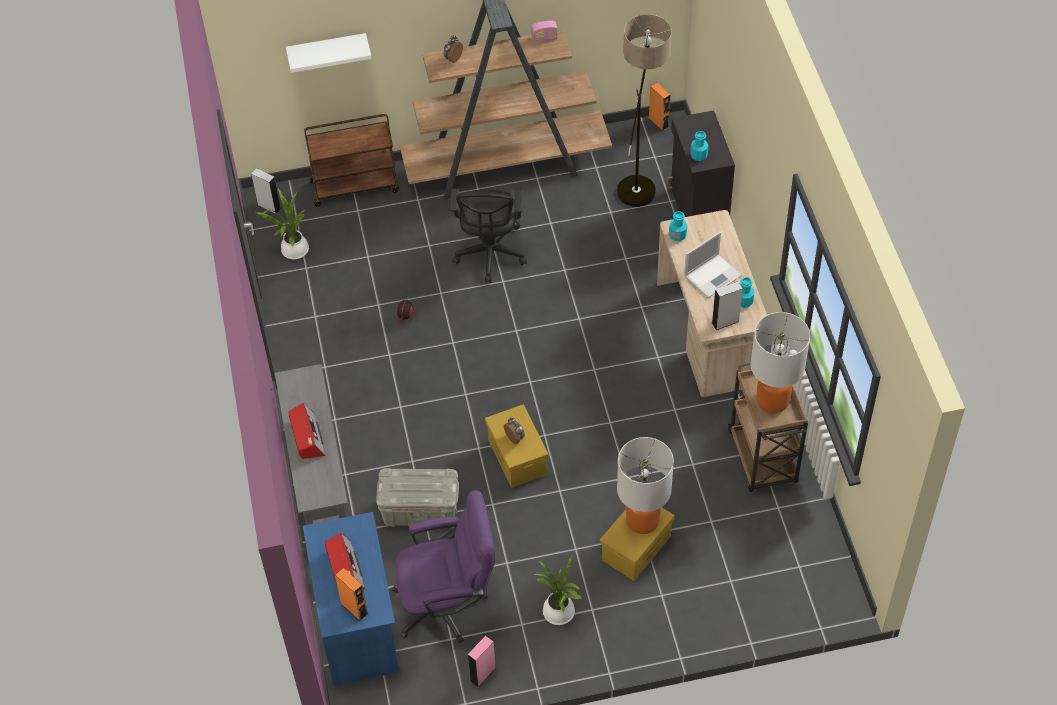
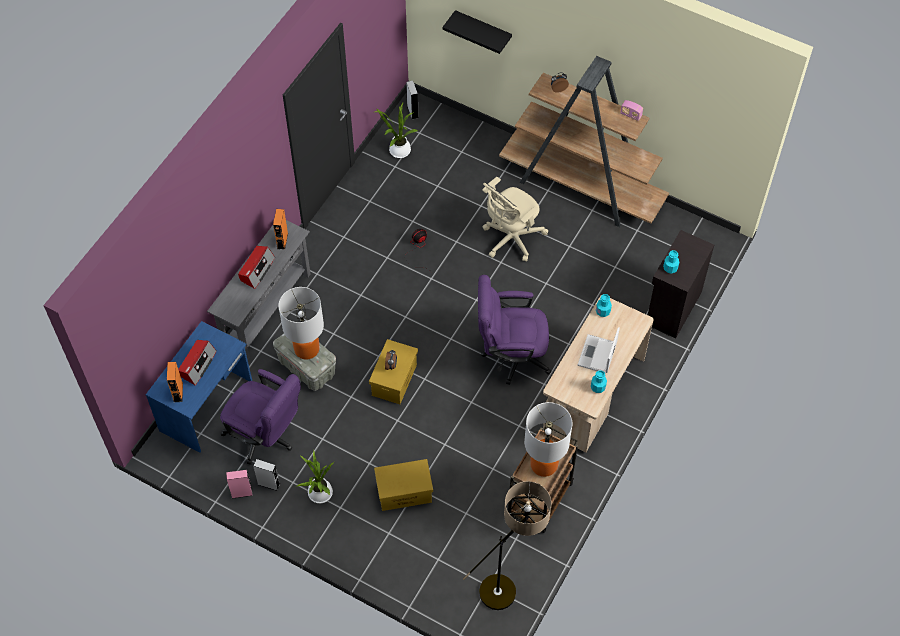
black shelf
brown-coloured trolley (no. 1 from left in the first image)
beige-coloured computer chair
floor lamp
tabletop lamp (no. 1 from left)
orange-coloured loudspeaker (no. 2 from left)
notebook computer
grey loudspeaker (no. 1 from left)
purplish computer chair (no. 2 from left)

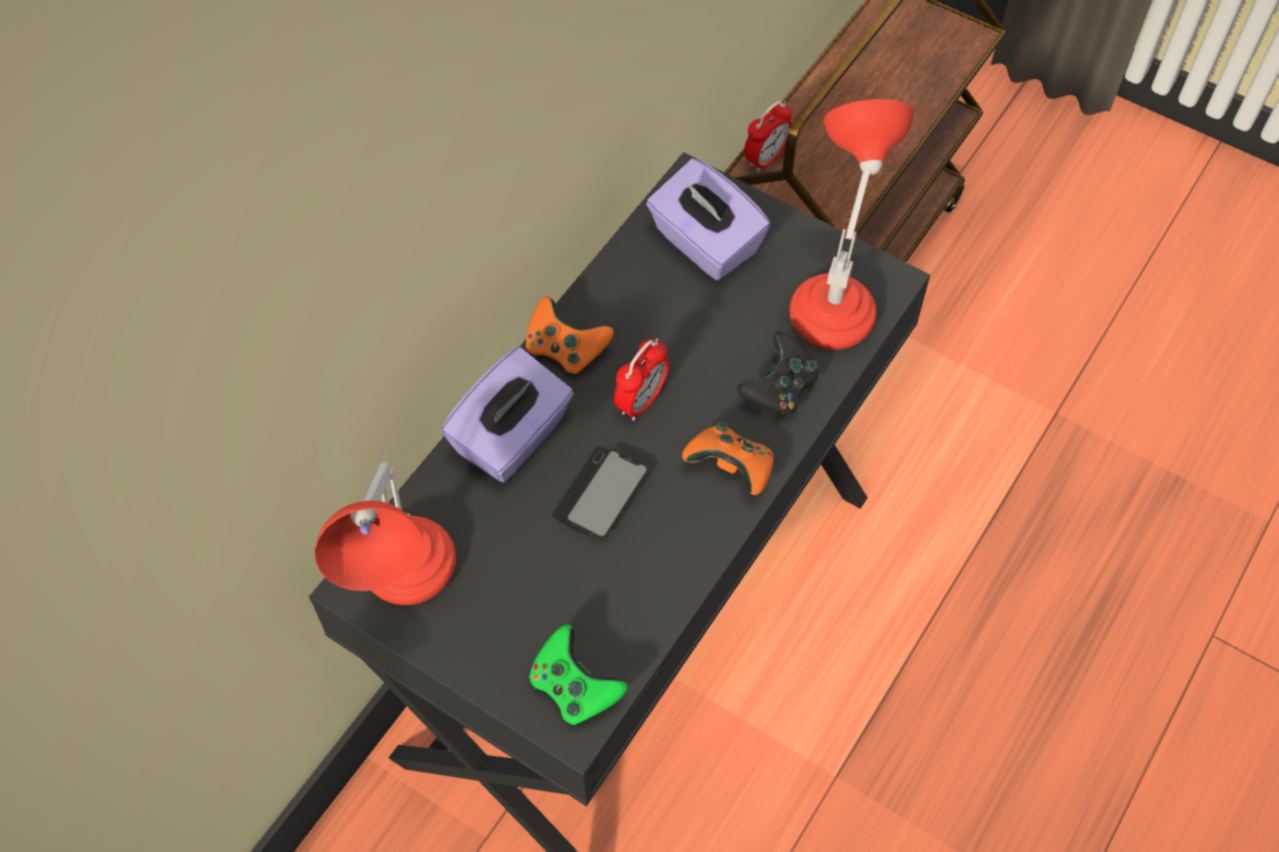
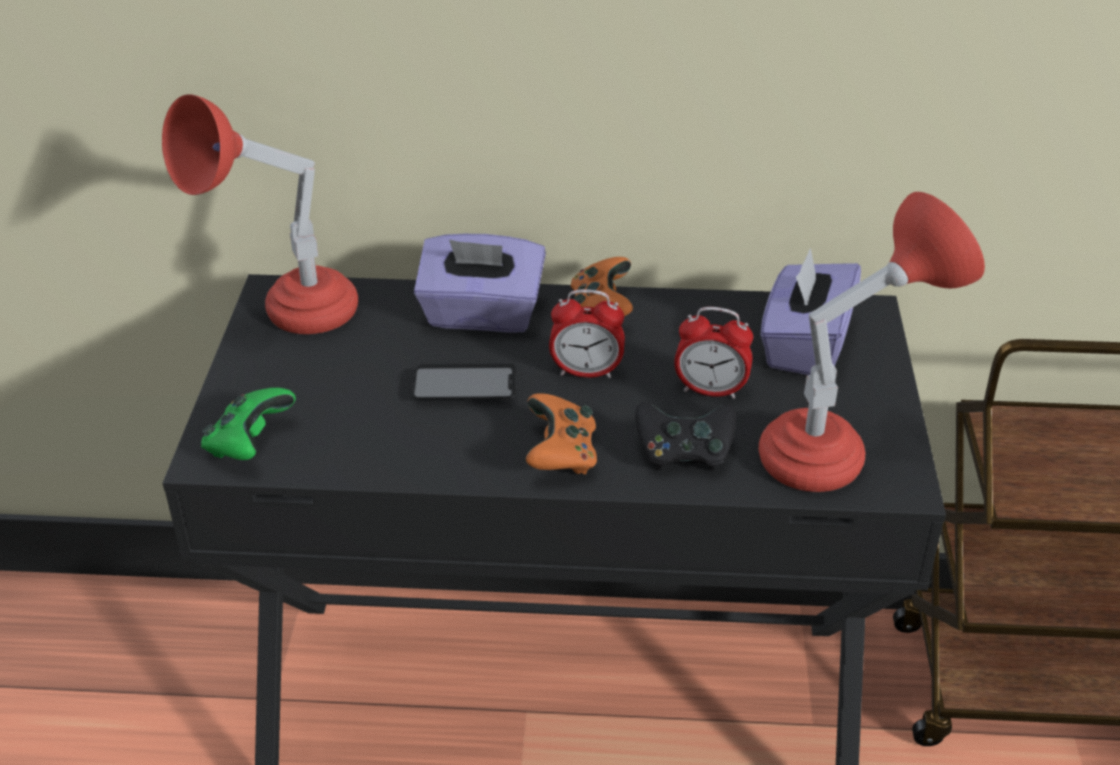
table clock (no. 2 from left)

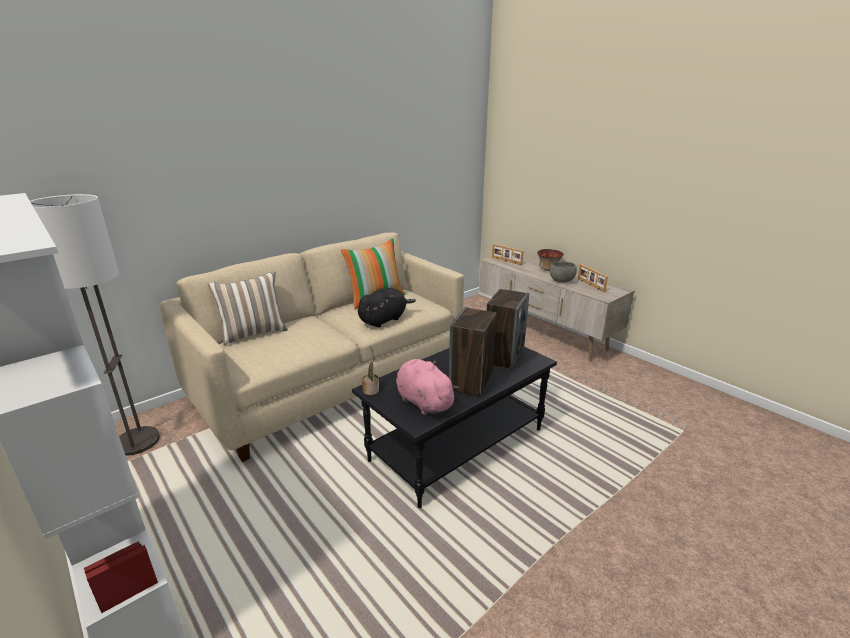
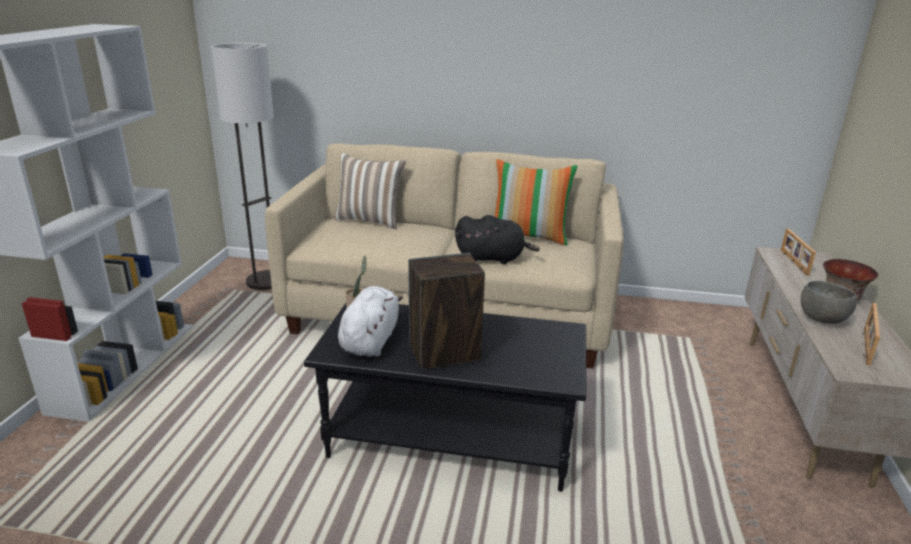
white plush toy
loudspeaker (no. 2 from left in the first image)

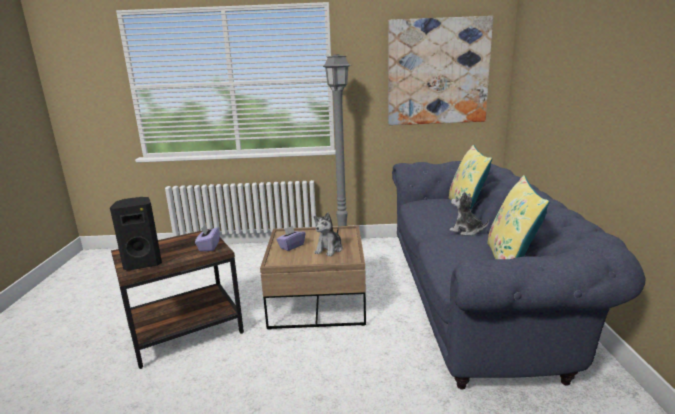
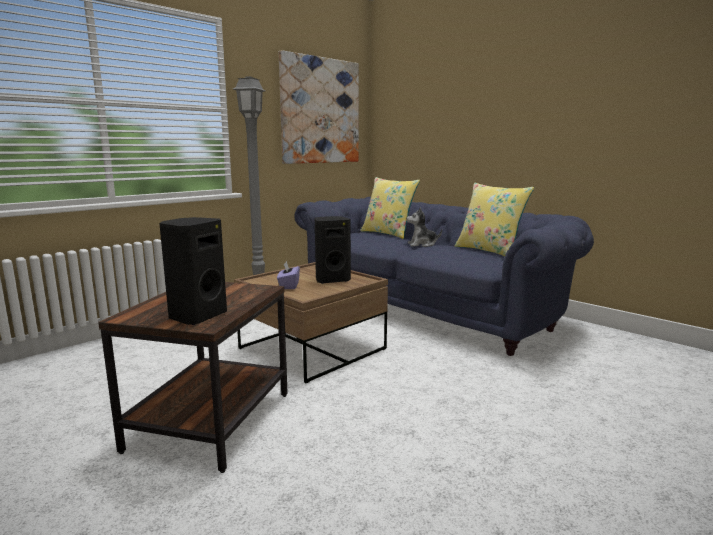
purplish tissue box (no. 1 from left in the first image)
black loudspeaker (no. 2 from left)

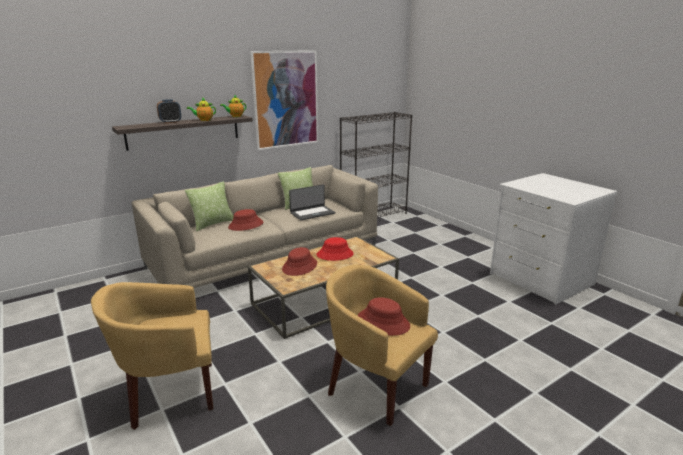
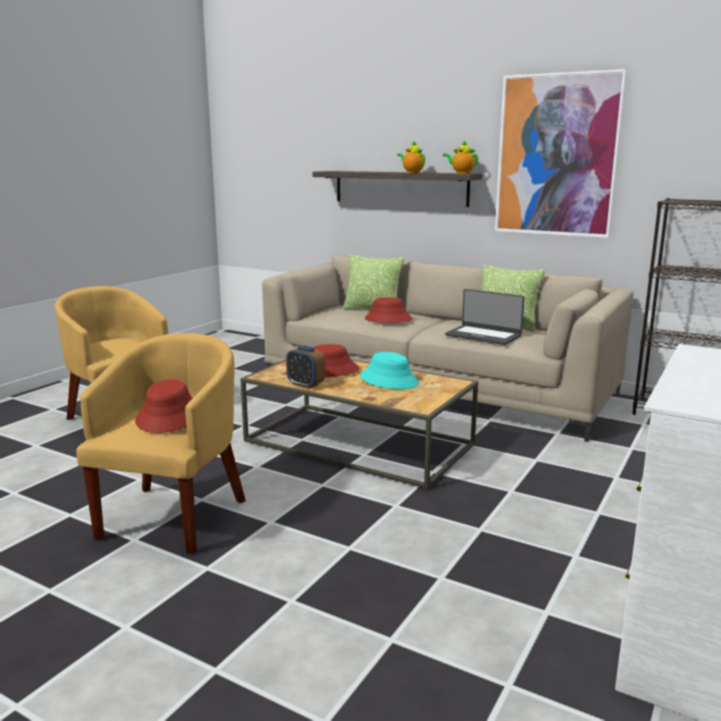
table clock
turquoise hat

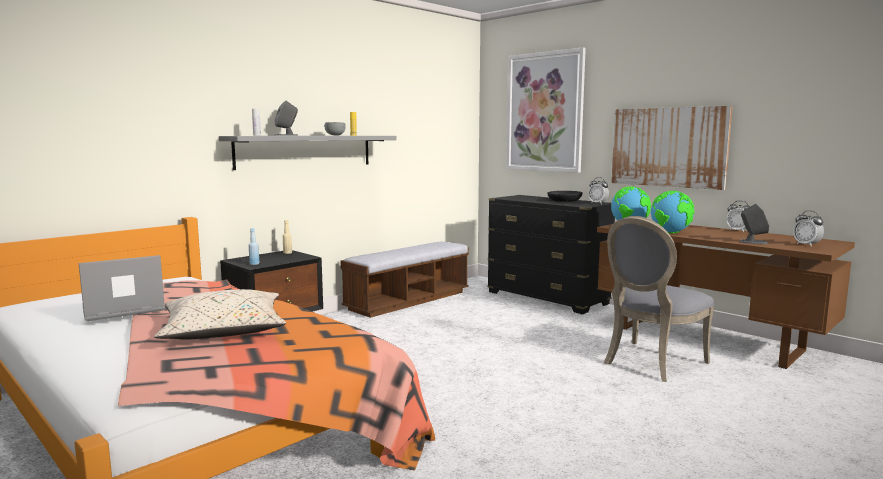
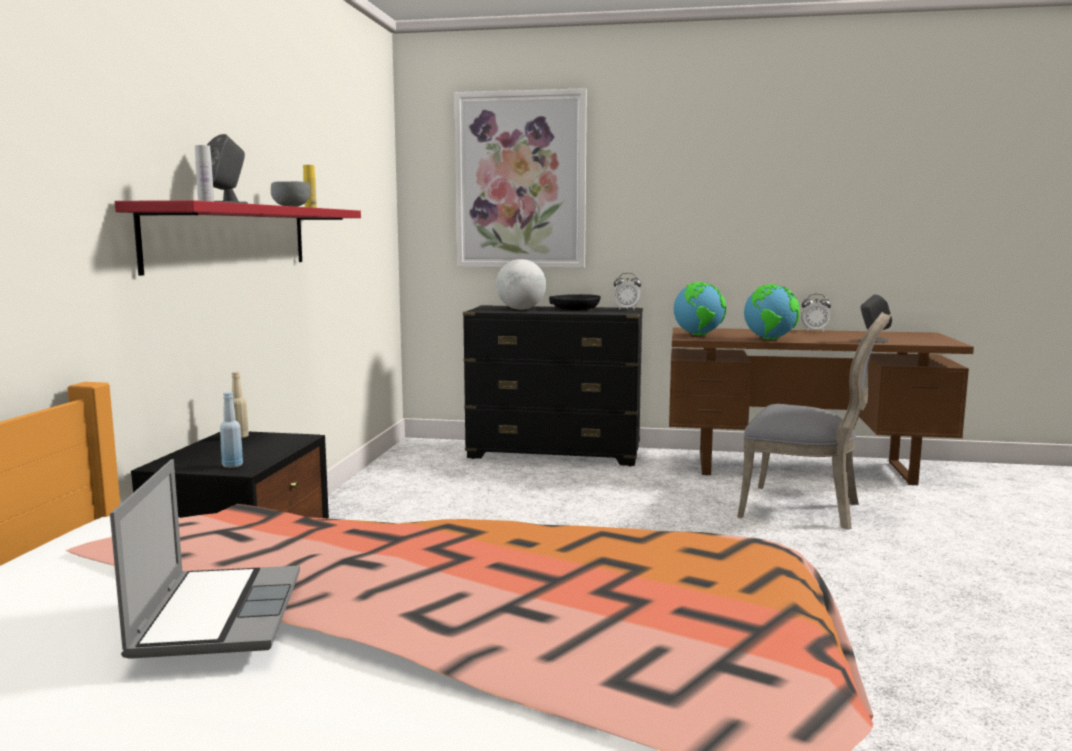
notebook computer
beige-coloured pillow
red shelf
long seat
grey upright chair
wall picture (no. 2 from left in the first image)
table clock (no. 3 from left in the first image)
desk globe (no. 1 from left)

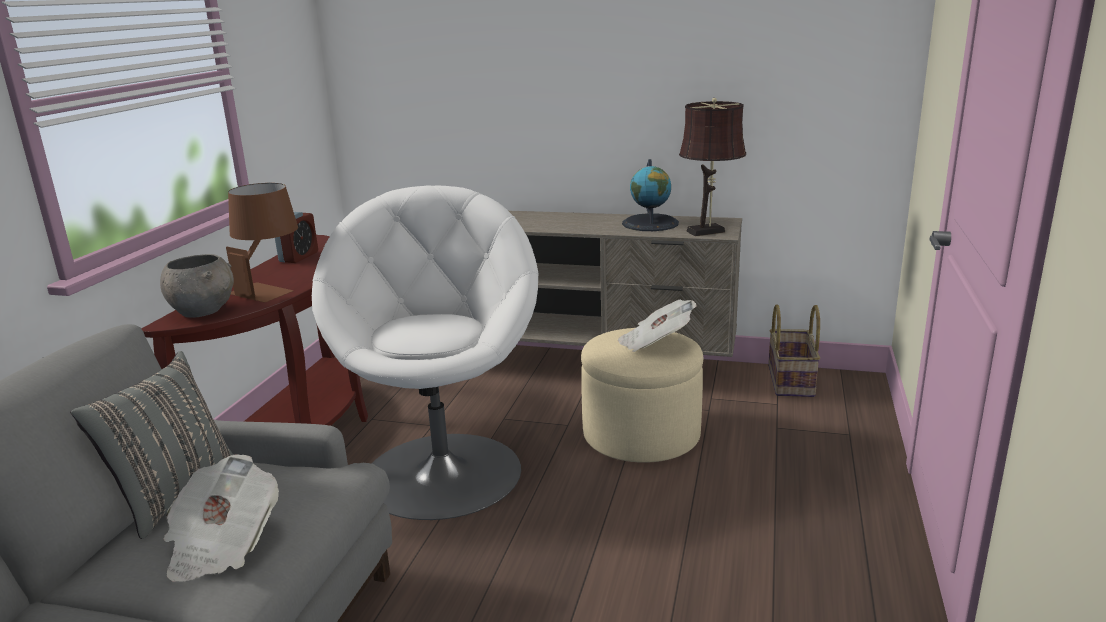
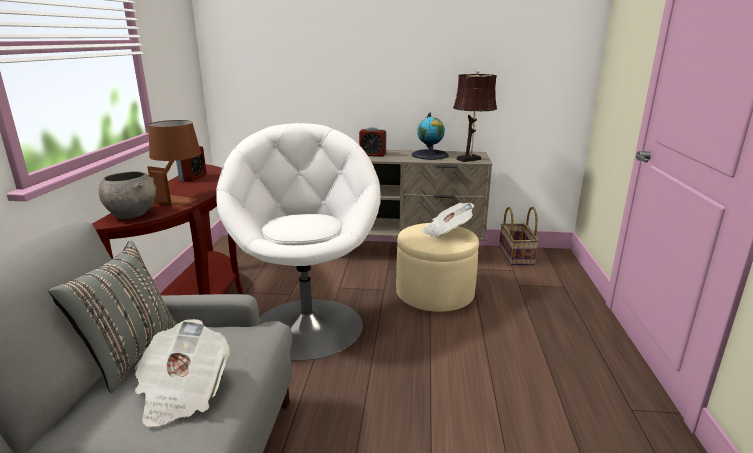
table clock (no. 2 from left)

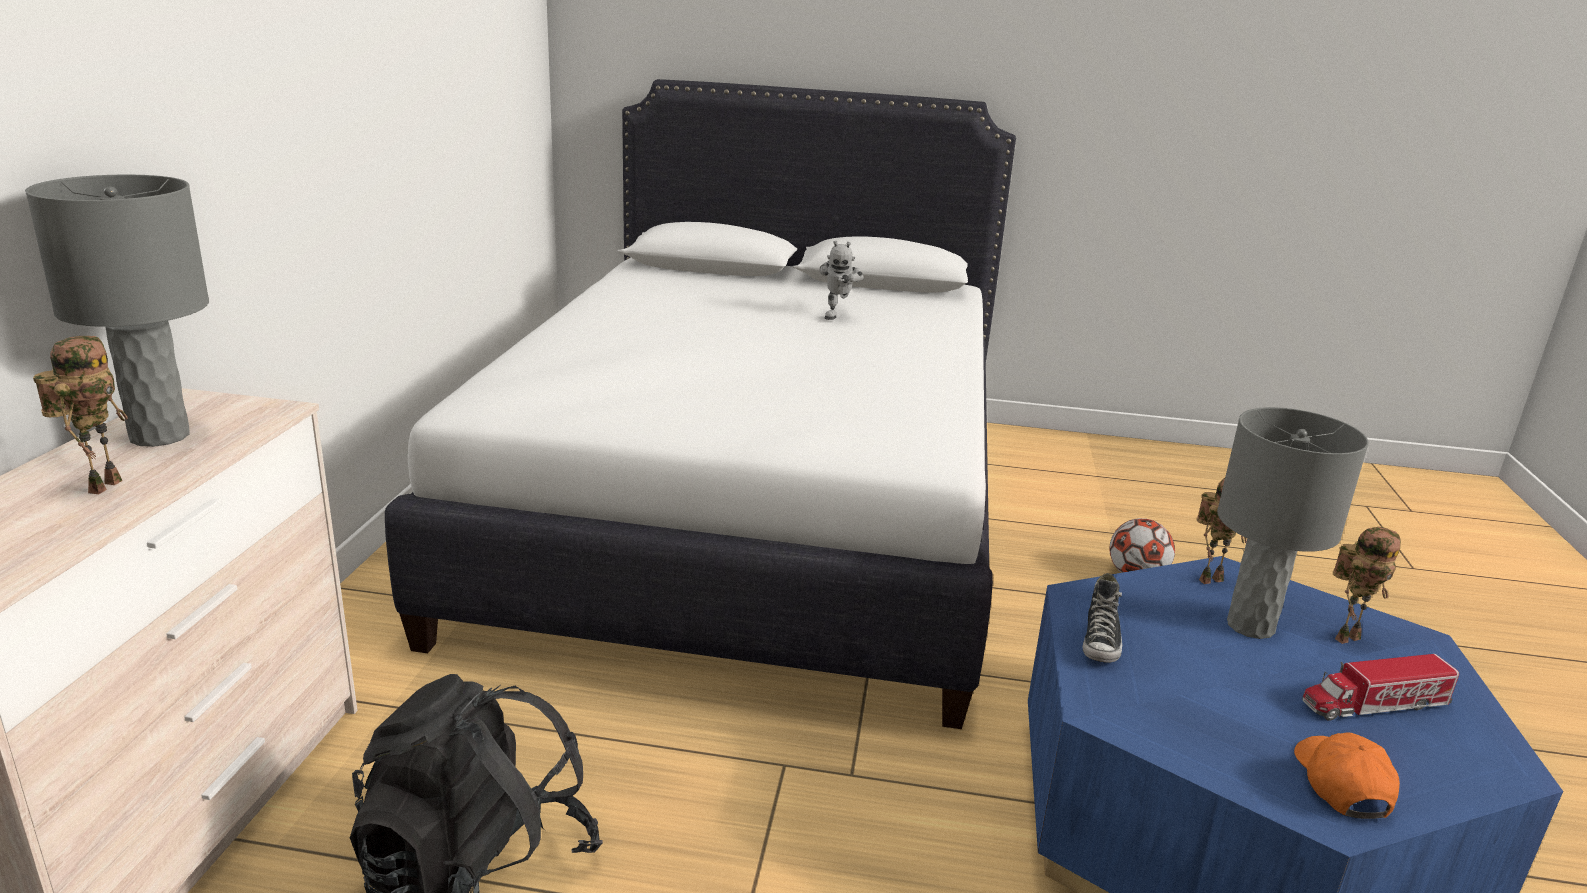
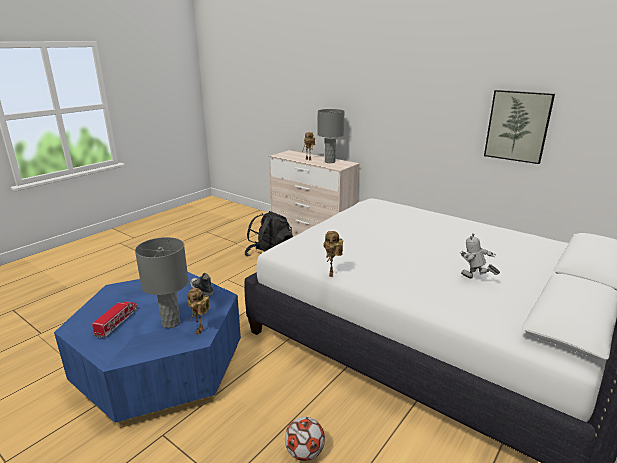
orange-coloured baseball cap
toy robot (no. 3 from left)
wall picture

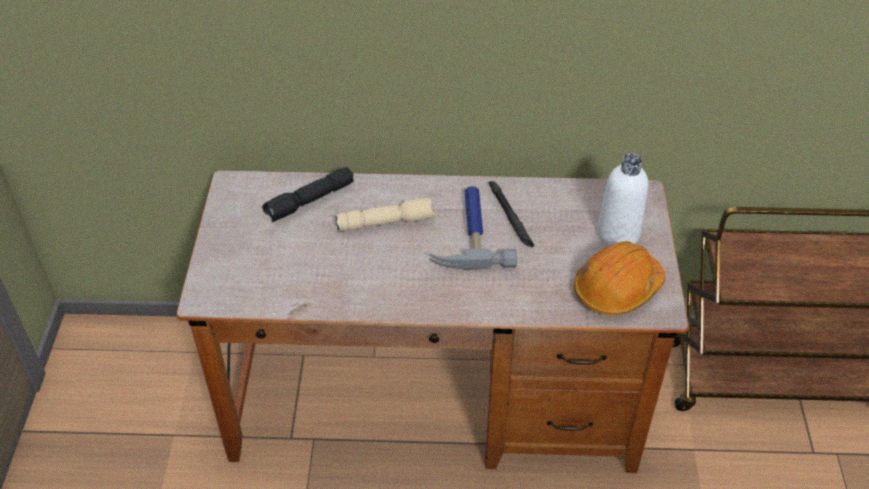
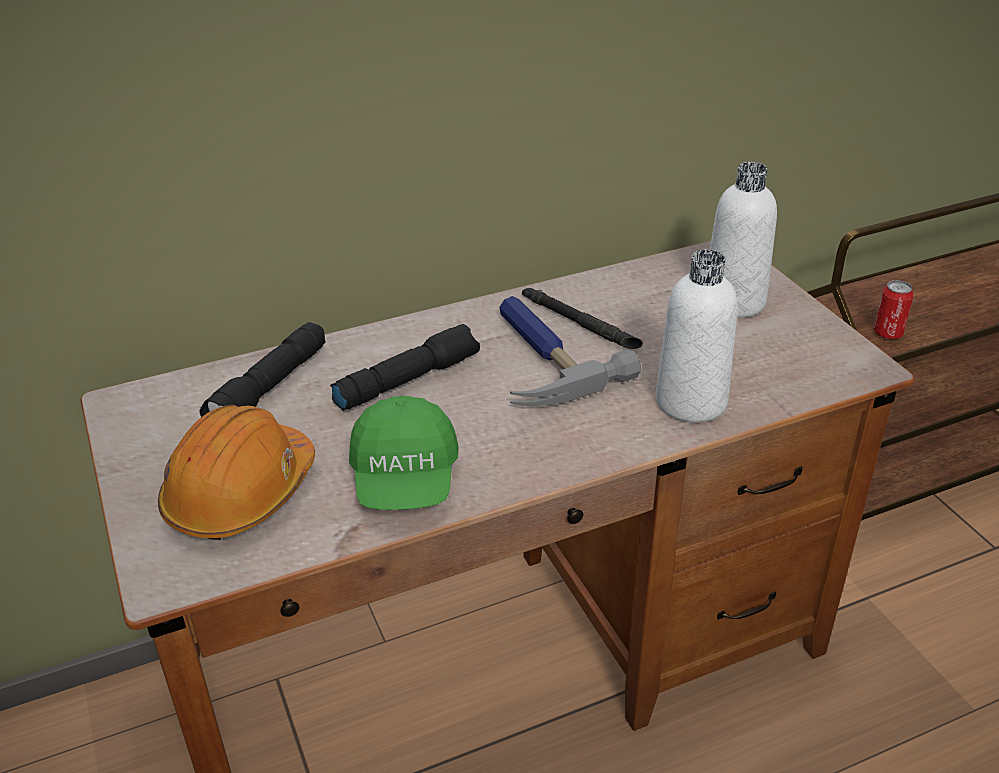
black hand torch (no. 2 from left)
orange-coloured safety helmet
green-coloured baseball cap
white bottle (no. 1 from left)
sealed can

